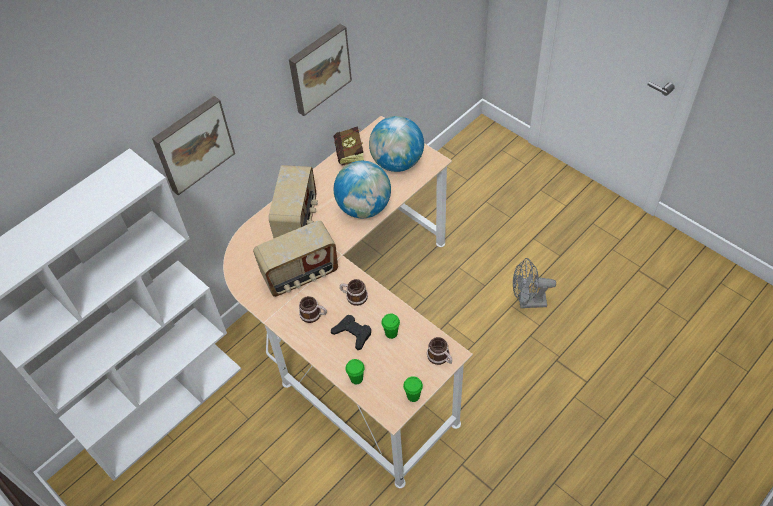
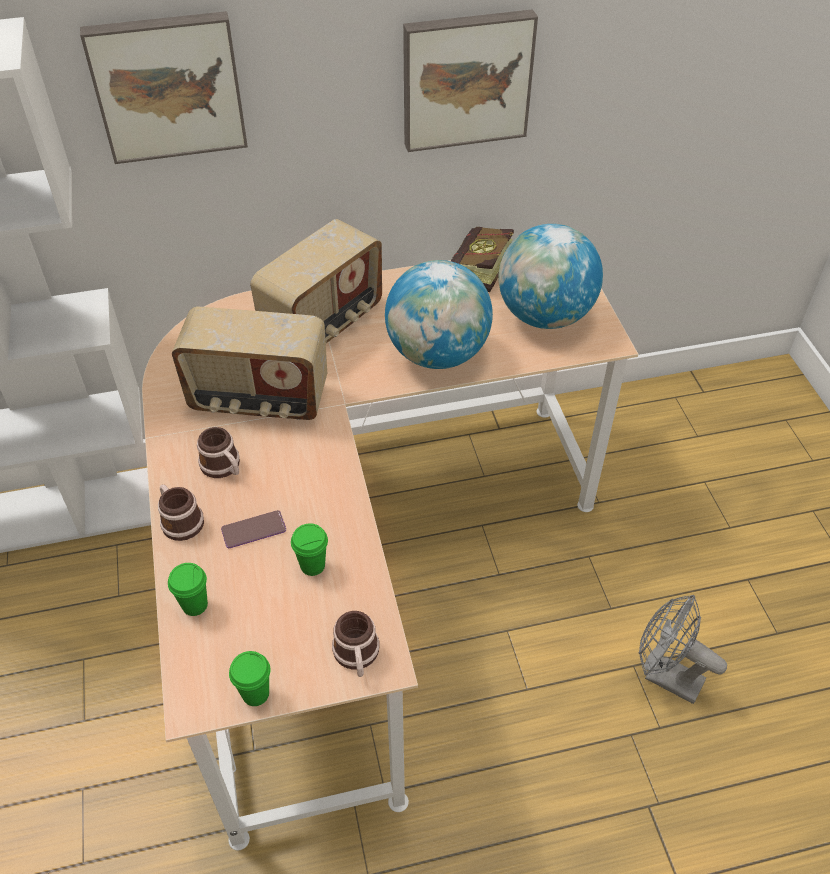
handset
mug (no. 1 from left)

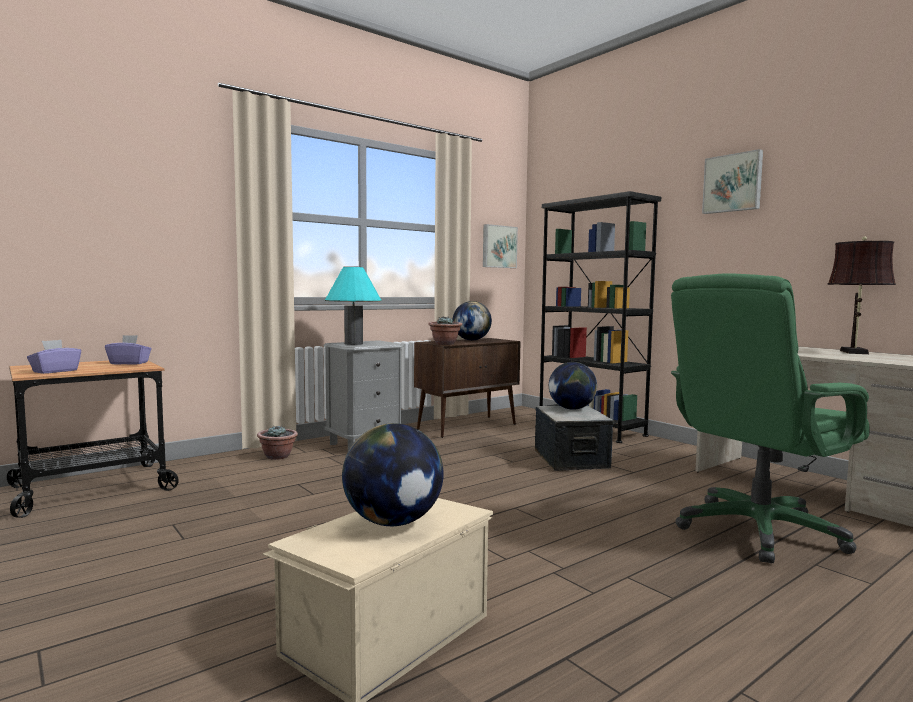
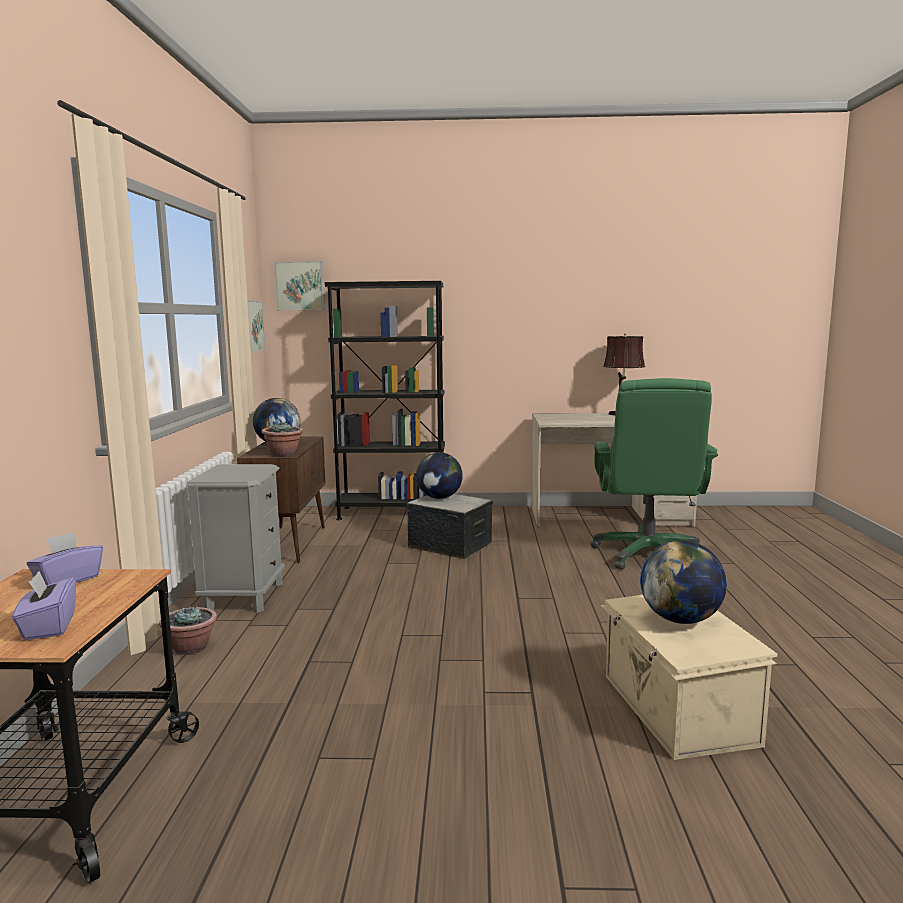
turquoise tabletop lamp
wall picture (no. 2 from left)

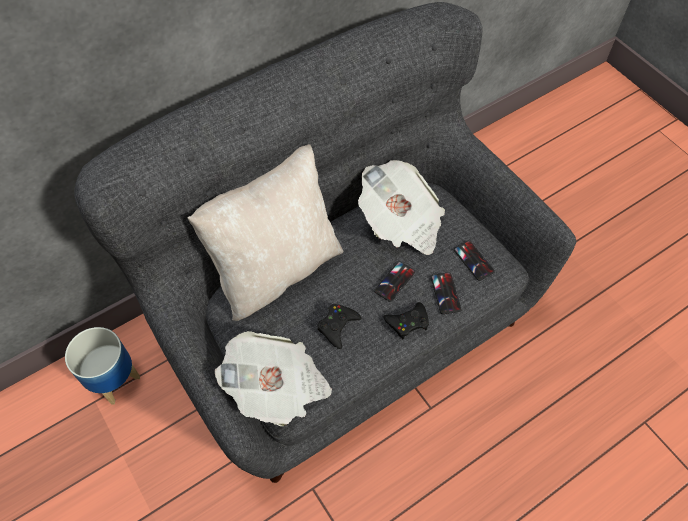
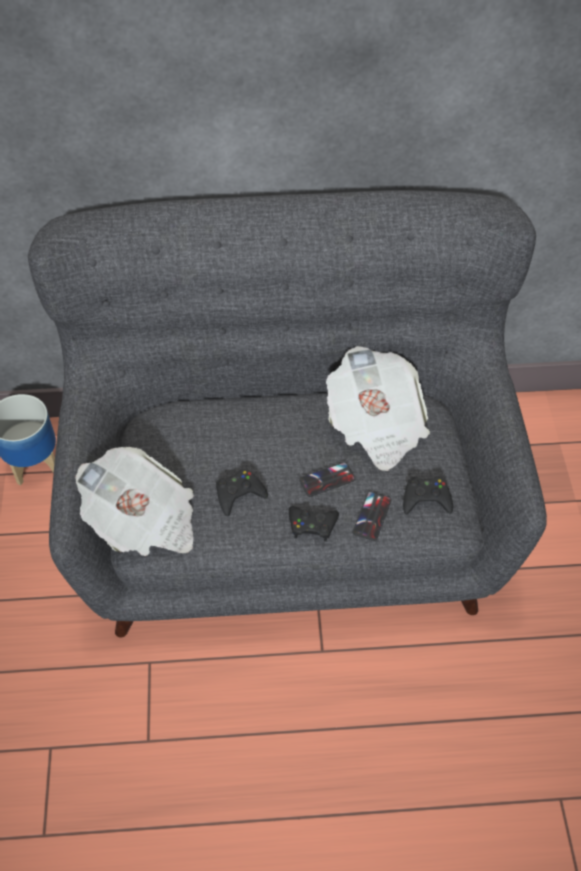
beige-coloured pillow
black game controller (no. 3 from left)

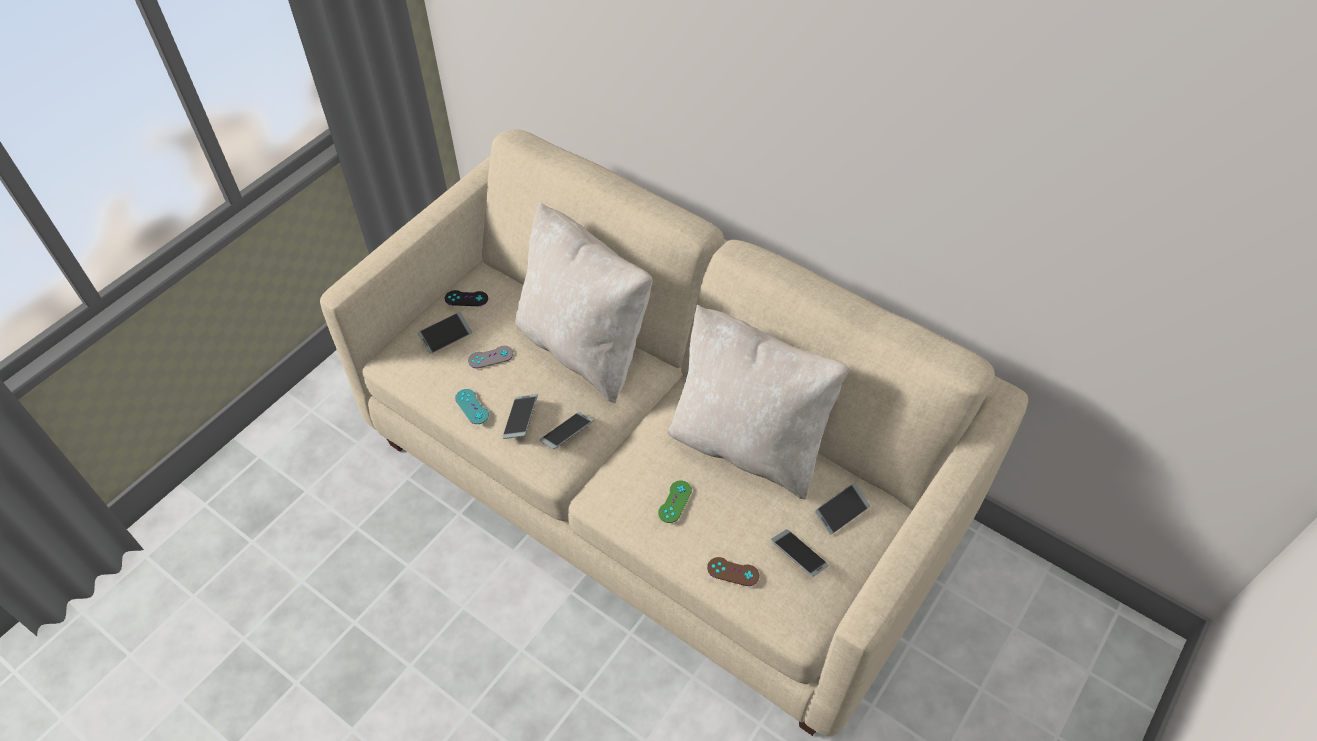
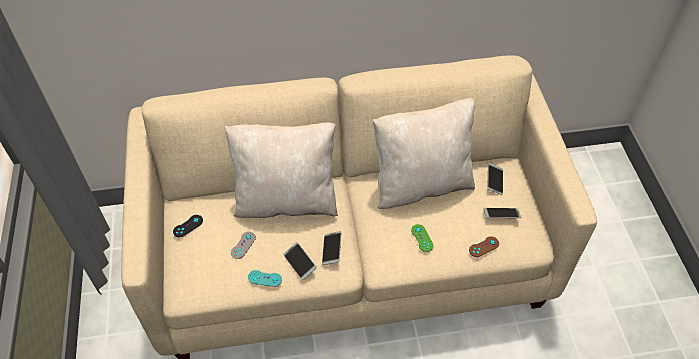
handset (no. 1 from left in the first image)

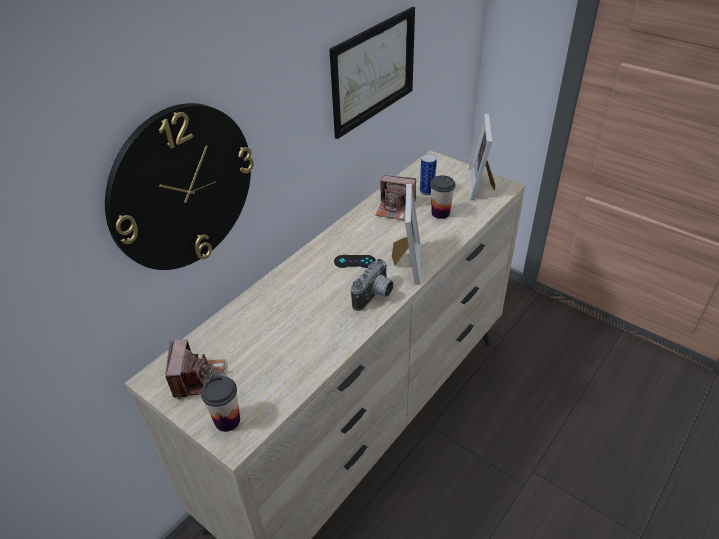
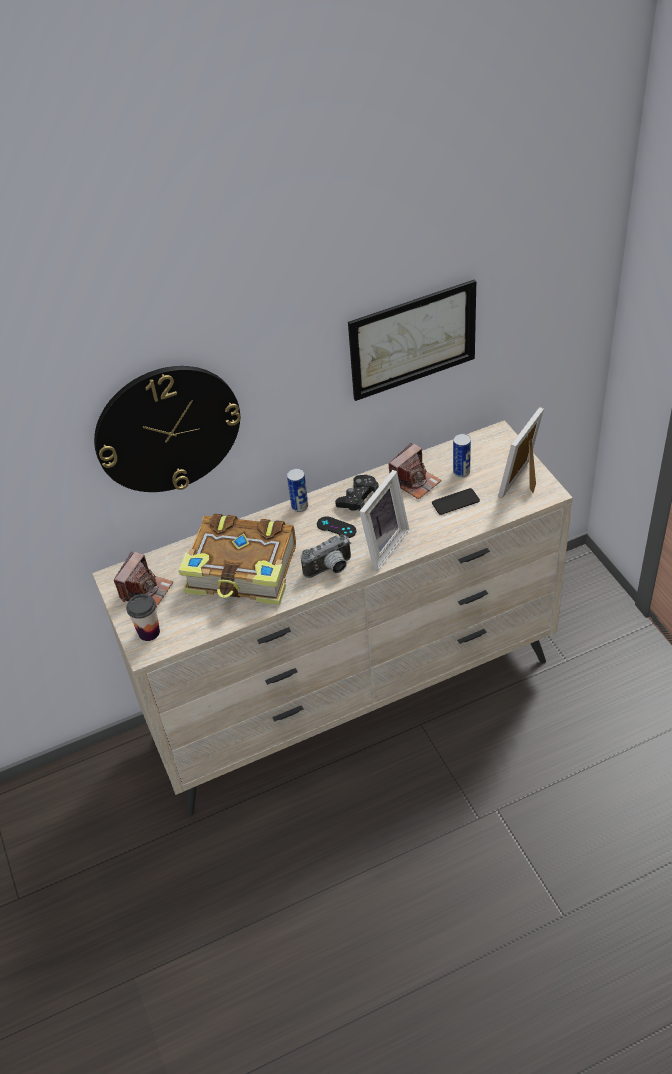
still camera (no. 3 from left)
handset
volume
sealed can (no. 1 from left)
black game controller (no. 2 from left)

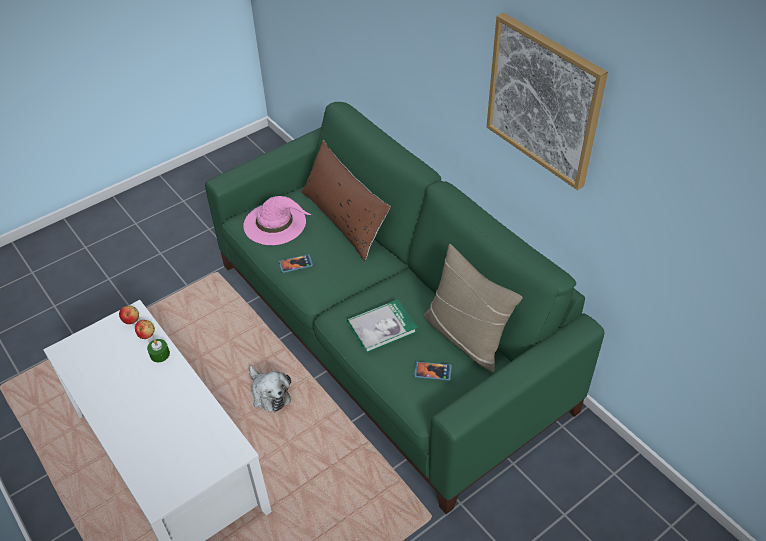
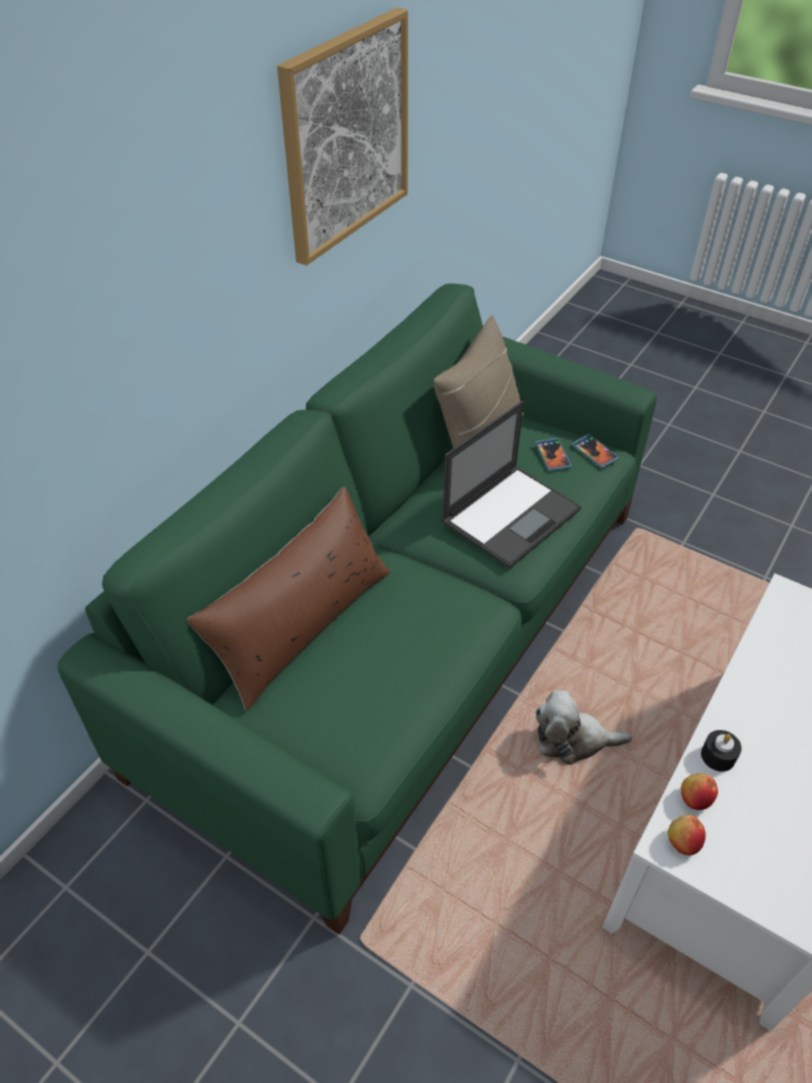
black wax light
pink hat
plush toy
handset (no. 2 from left)
notebook computer

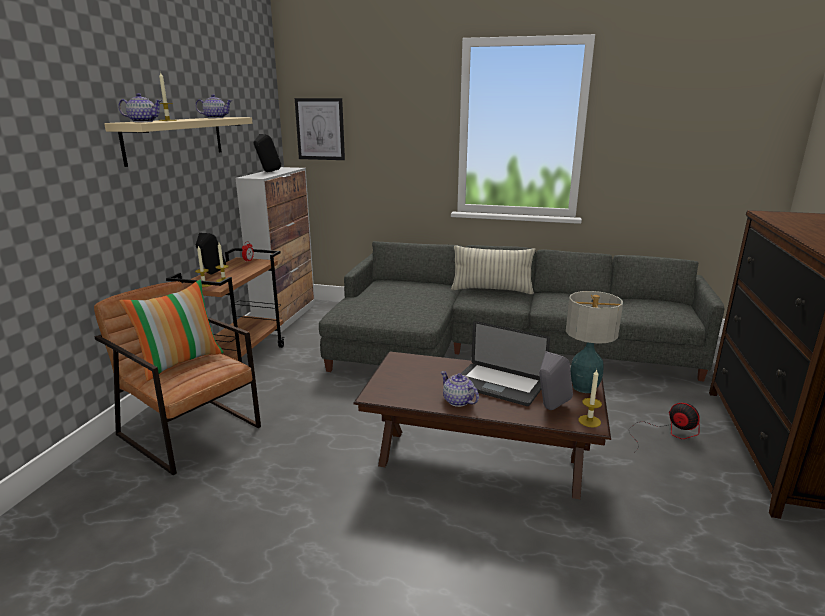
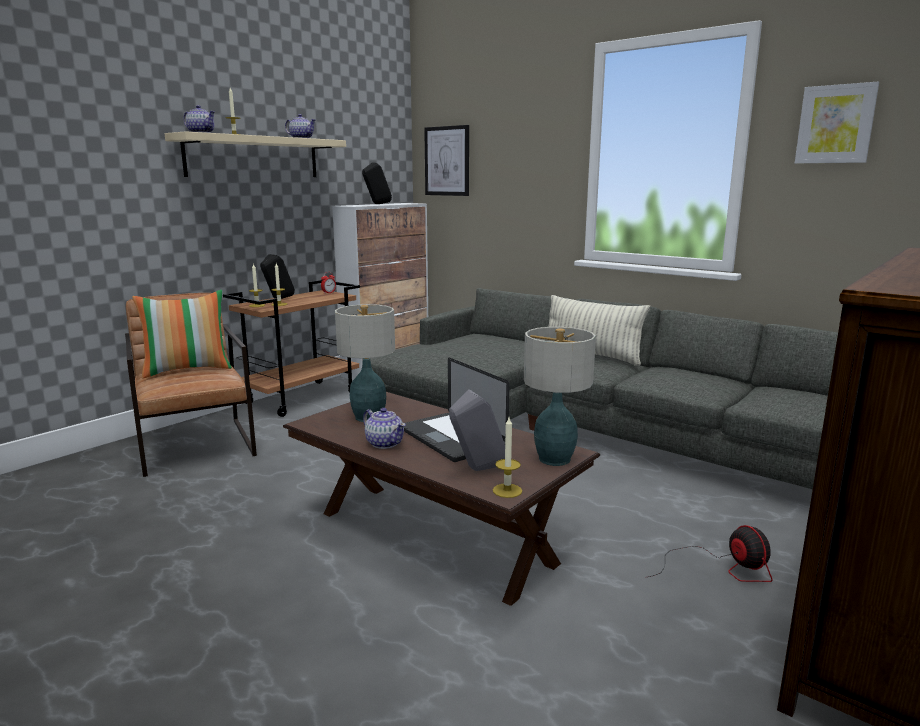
teapot (no. 3 from left)
tabletop lamp (no. 1 from left)
wall picture (no. 2 from left)

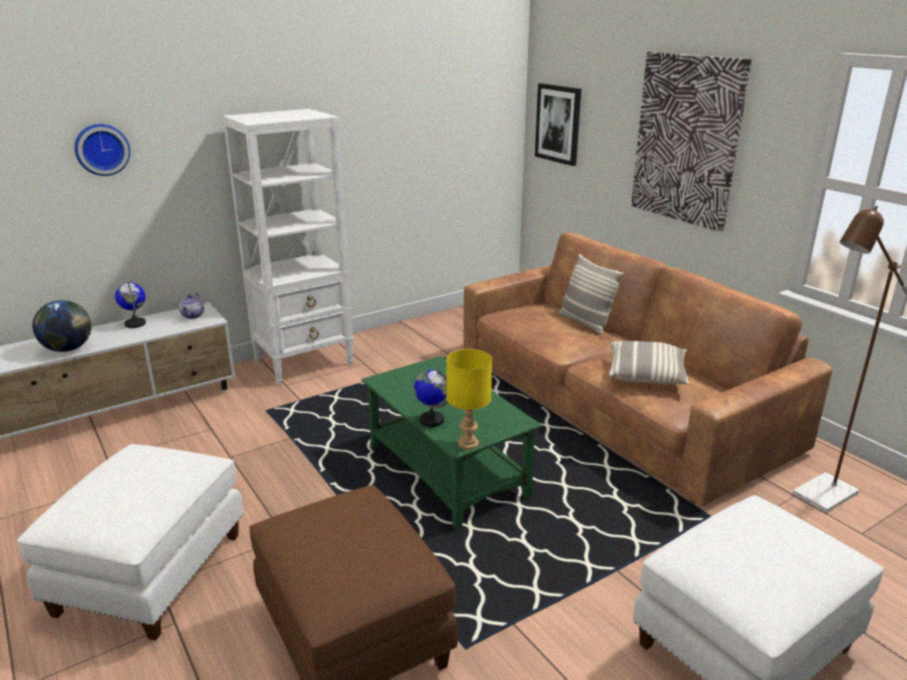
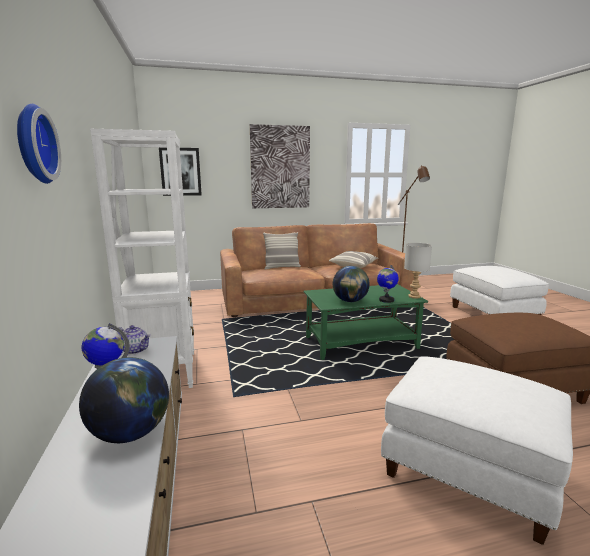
grey tabletop lamp
desk globe (no. 3 from left)

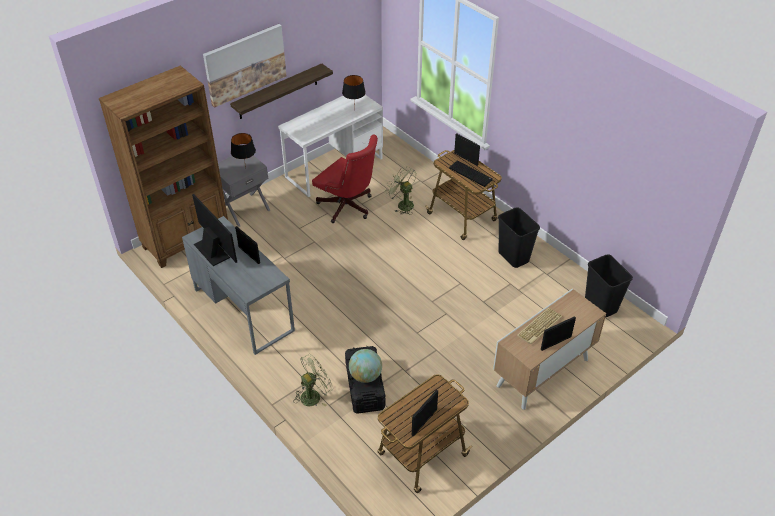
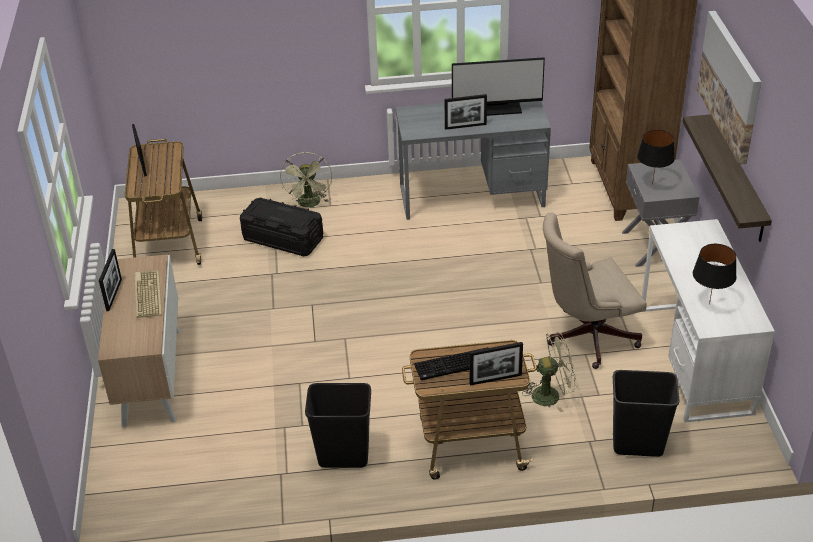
beige-coloured computer chair
desk globe
black rubbish bin (no. 2 from left)

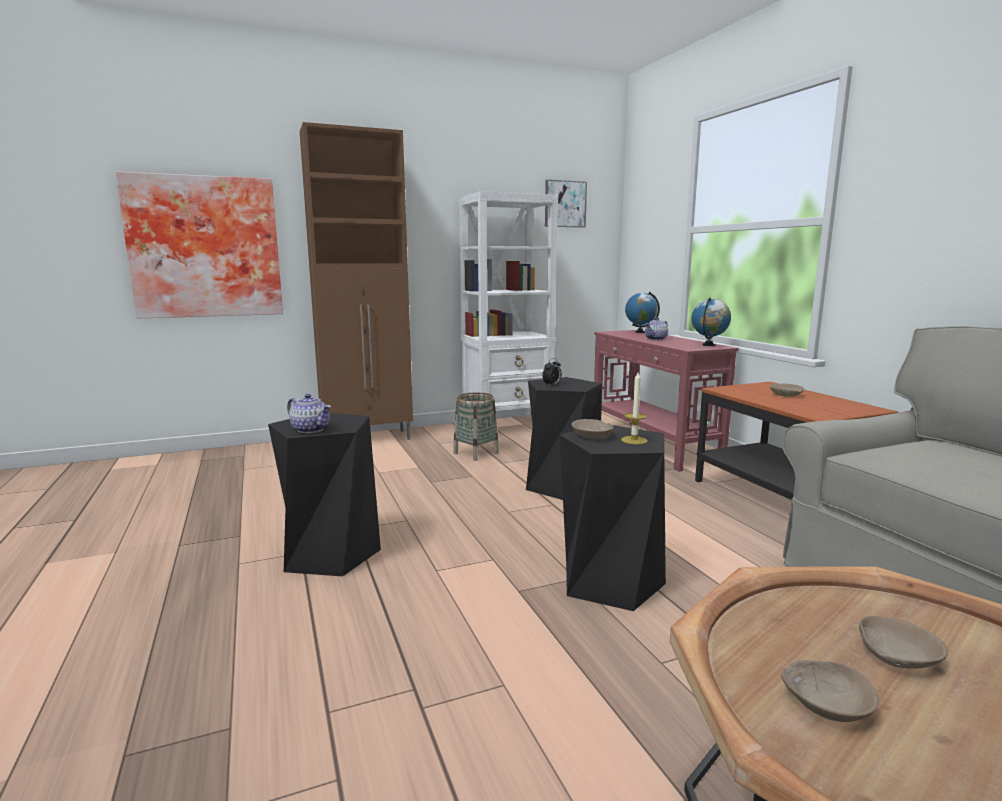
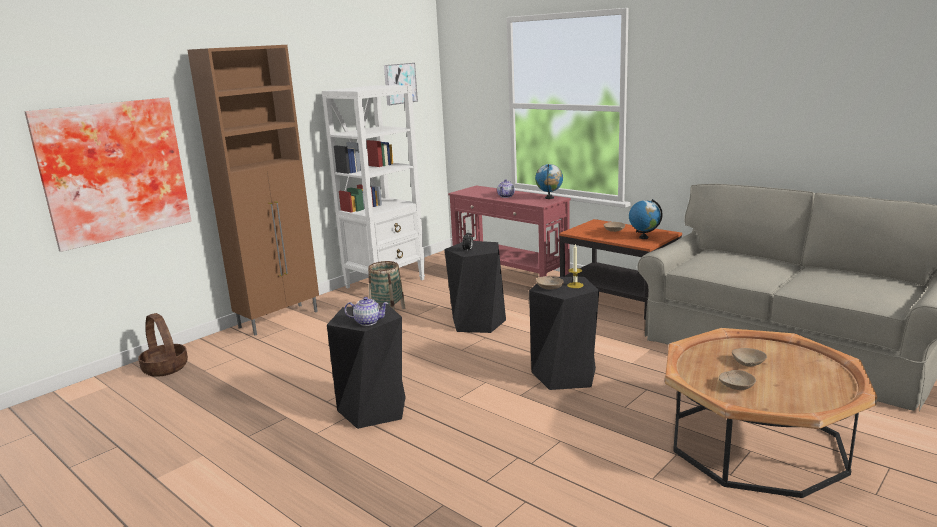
desk globe (no. 2 from left)
household basket (no. 1 from left)

